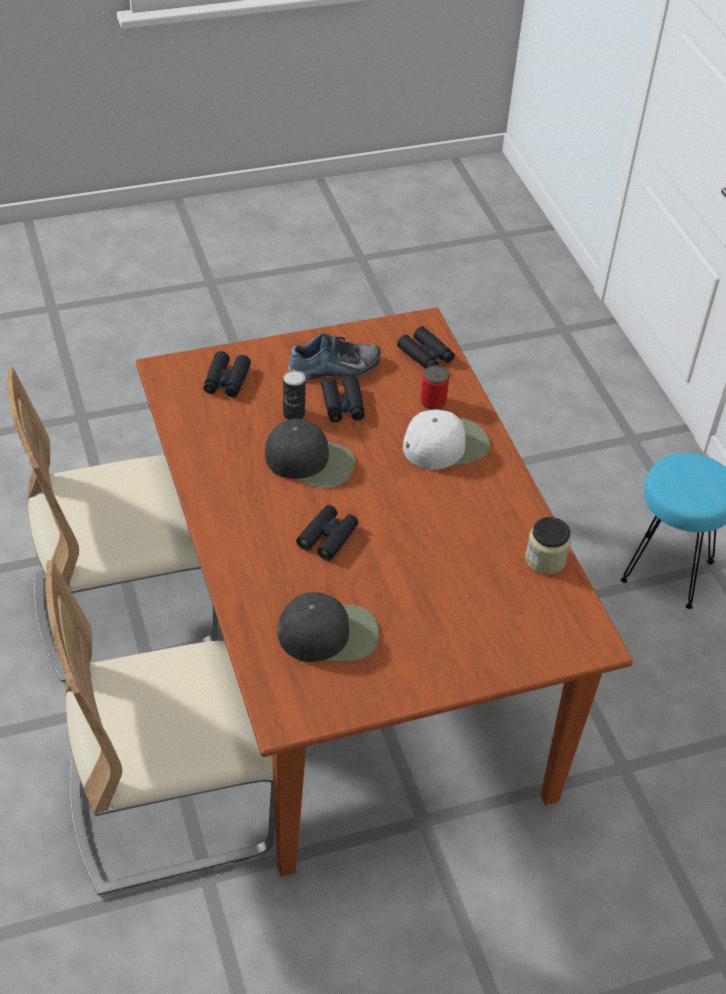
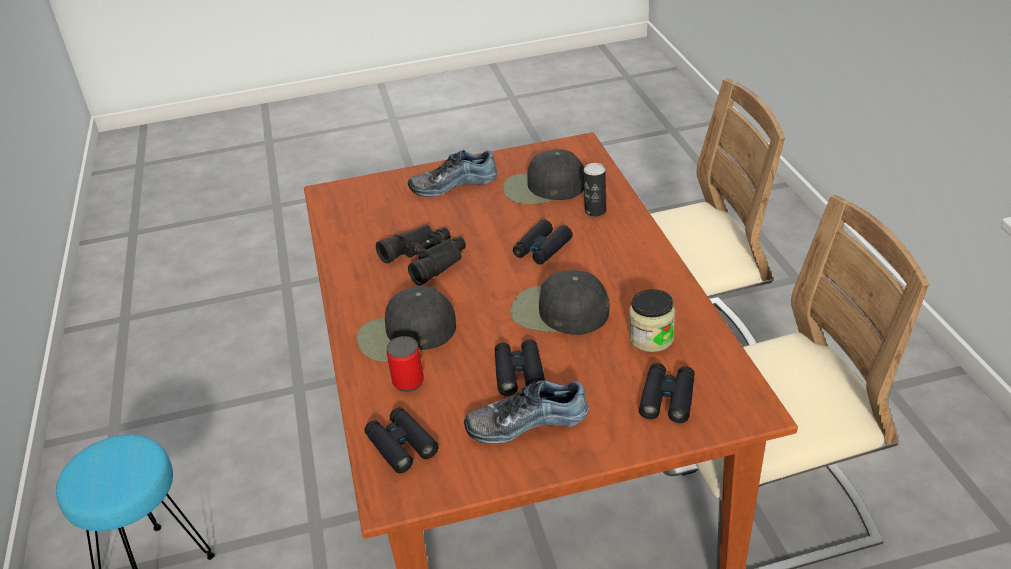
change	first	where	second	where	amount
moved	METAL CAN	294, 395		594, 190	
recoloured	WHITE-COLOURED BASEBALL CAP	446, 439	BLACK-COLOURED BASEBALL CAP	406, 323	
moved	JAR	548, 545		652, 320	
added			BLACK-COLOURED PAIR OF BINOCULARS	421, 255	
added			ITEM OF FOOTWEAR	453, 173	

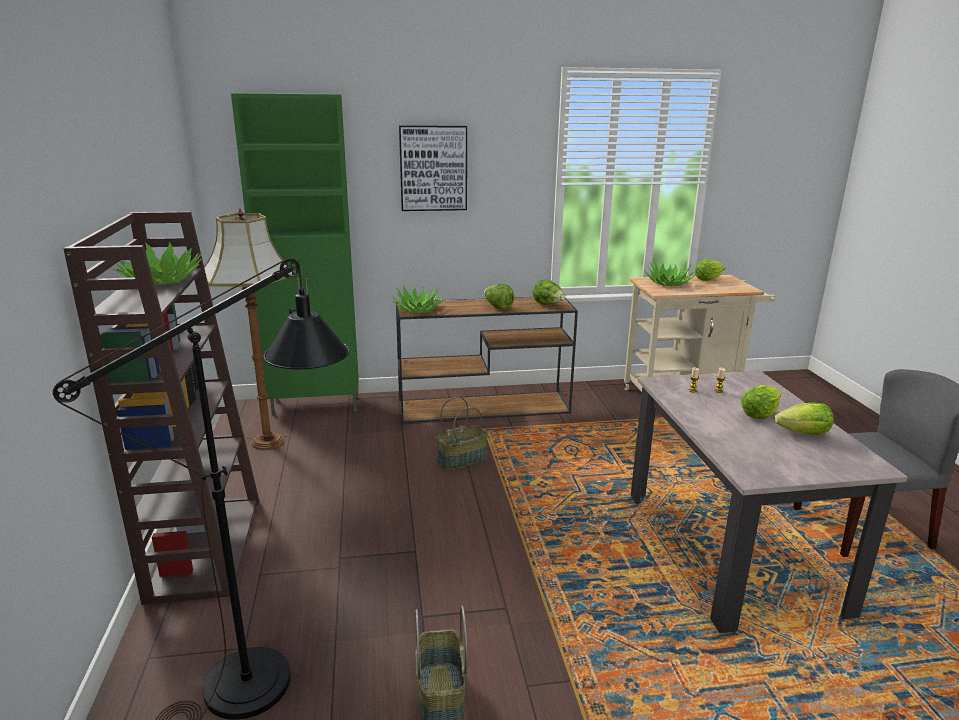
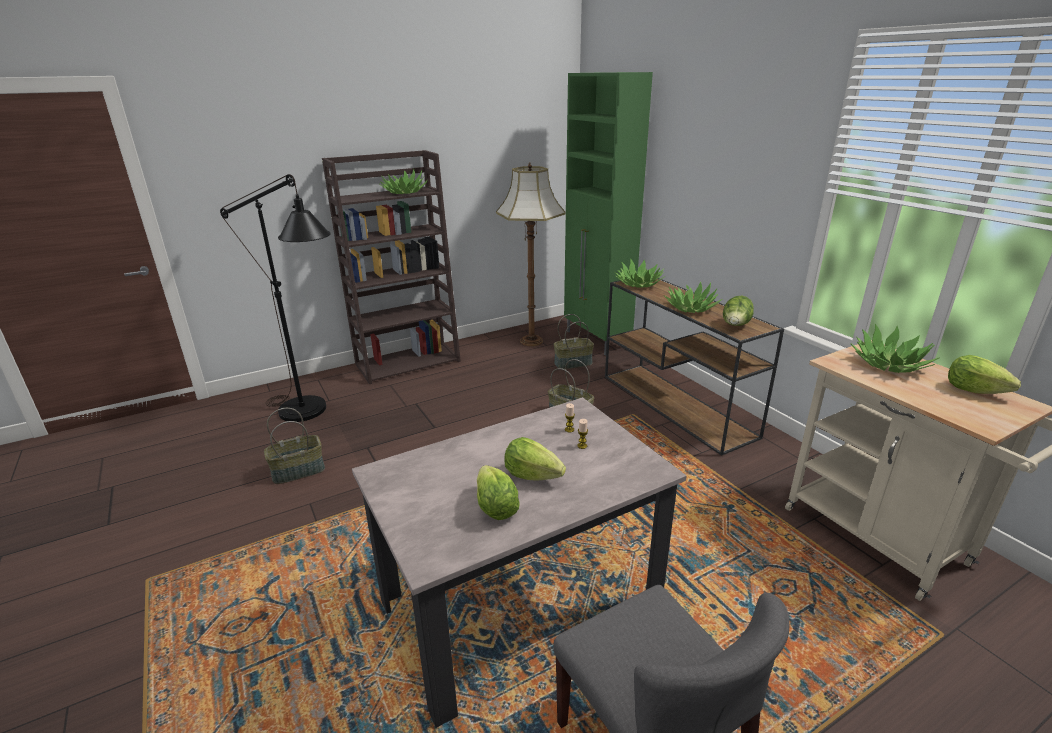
change	first	where	second	where	amount
removed	WALL PICTURE	433, 168			
replaced	LETTUCE HEAD	499, 297	PLANT IN A POT	692, 297	
added			STORAGE BASKET	574, 341	

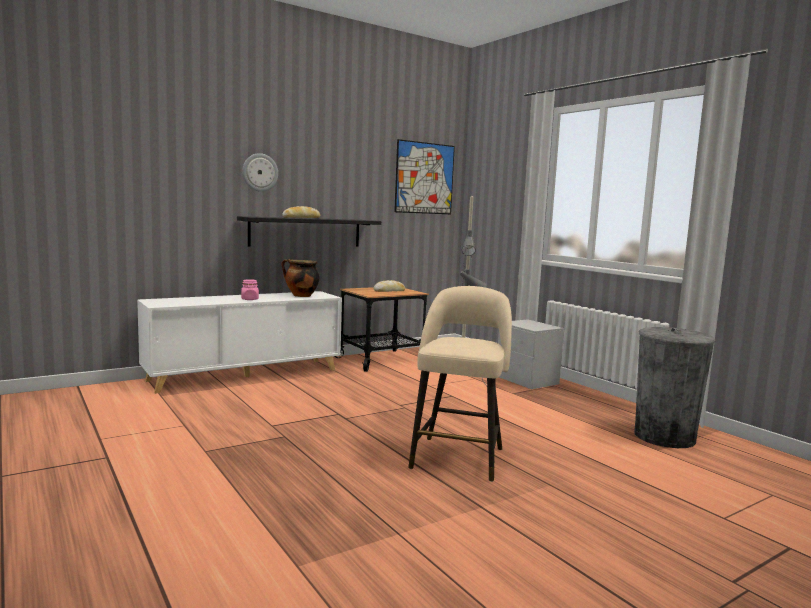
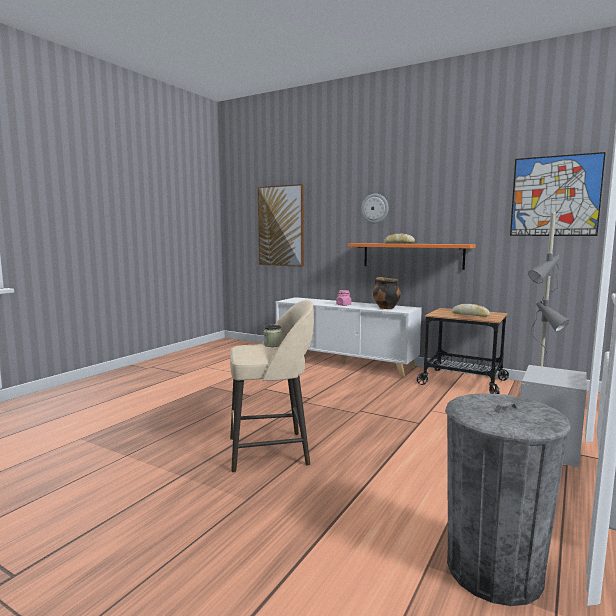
change	first	where	second	where	amount
recoloured	BLACK-COLOURED SHELF	309, 231	ORANGE SHELF	411, 256	
added			WALL PICTURE	281, 225	
added			JAR	273, 336	

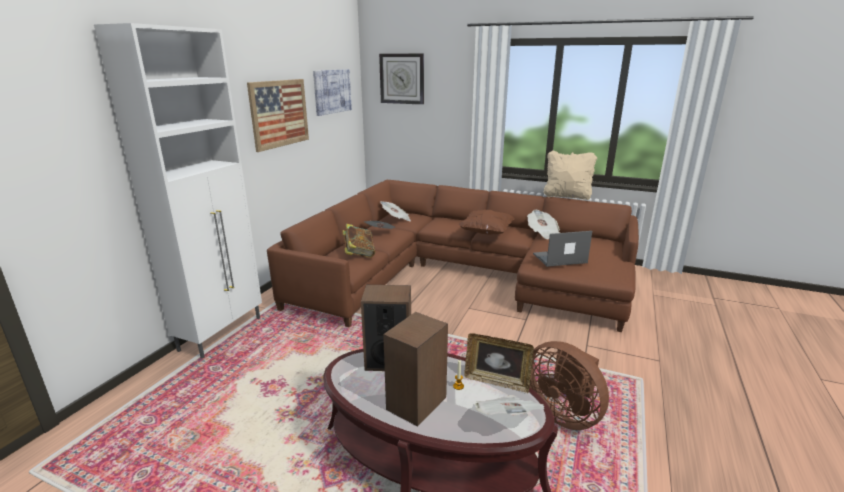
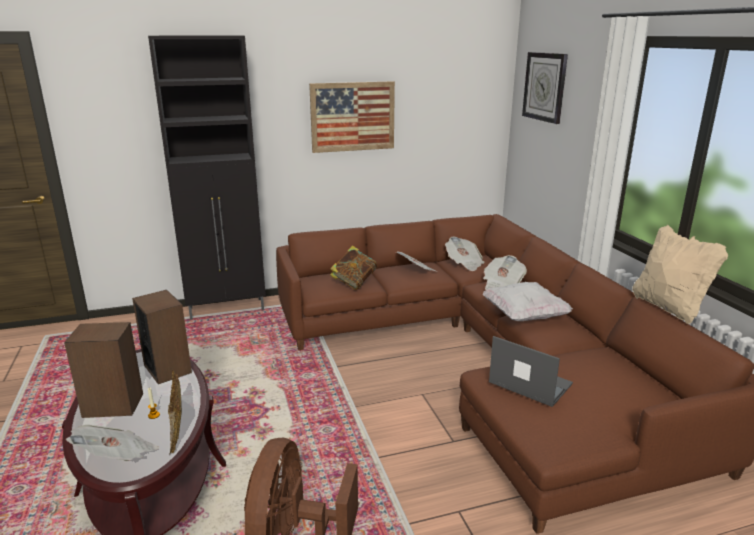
change	first	where	second	where	amount
recoloured	WHITE-COLOURED STORAGE CABINET	178, 191	BLACK-COLOURED STORAGE CABINET	207, 178	
removed	WALL PICTURE	332, 92			
recoloured	BROWN PILLOW	487, 222	WHITE-COLOURED PILLOW	528, 301	
moved	PRINTED PAPER	543, 225		505, 272	

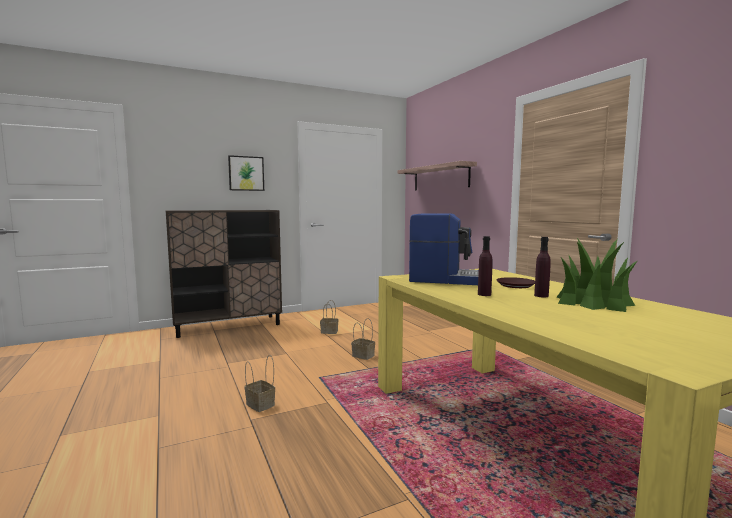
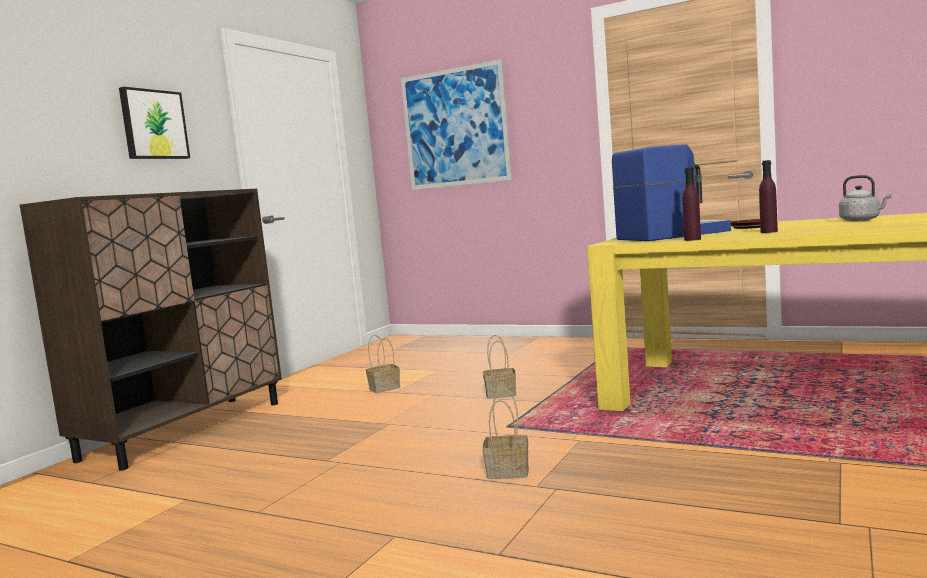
change	first	where	second	where	amount
replaced	SHELF	437, 176	WALL PICTURE	456, 124	
moved	PURPLISH BEVERAGE BOTTLE	542, 267		691, 204	
replaced	PLANT IN A POT	596, 275	GREY KETTLE	865, 198	

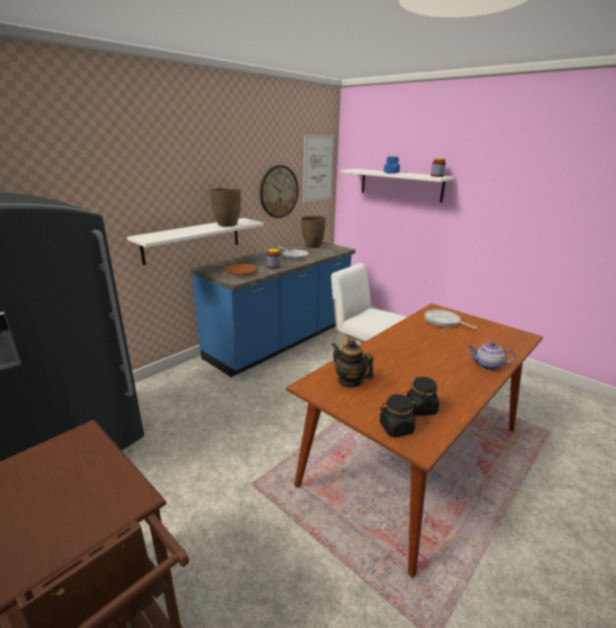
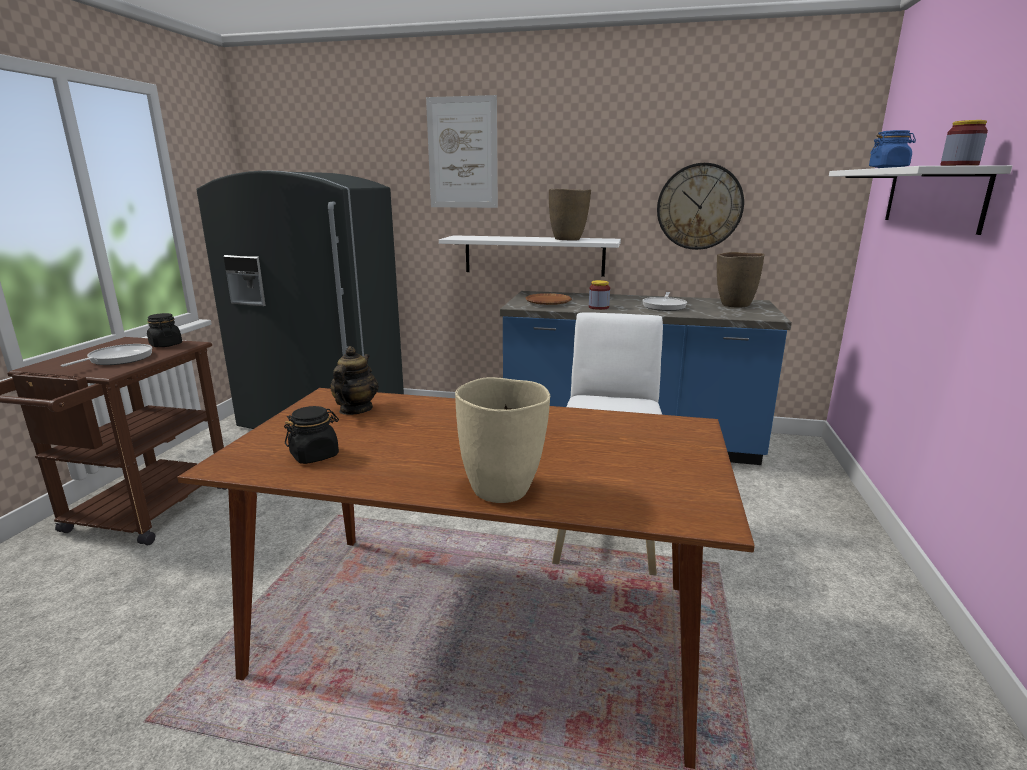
change	first	where	second	where	amount
moved	WALL PICTURE	318, 168		462, 151	
moved	BLACK-COLOURED JAR	398, 415		164, 330	
moved	SKILLET	450, 319		106, 355	
replaced	TEA POT	492, 356	BEIGE-COLOURED DECORATIVE VASE	502, 440	

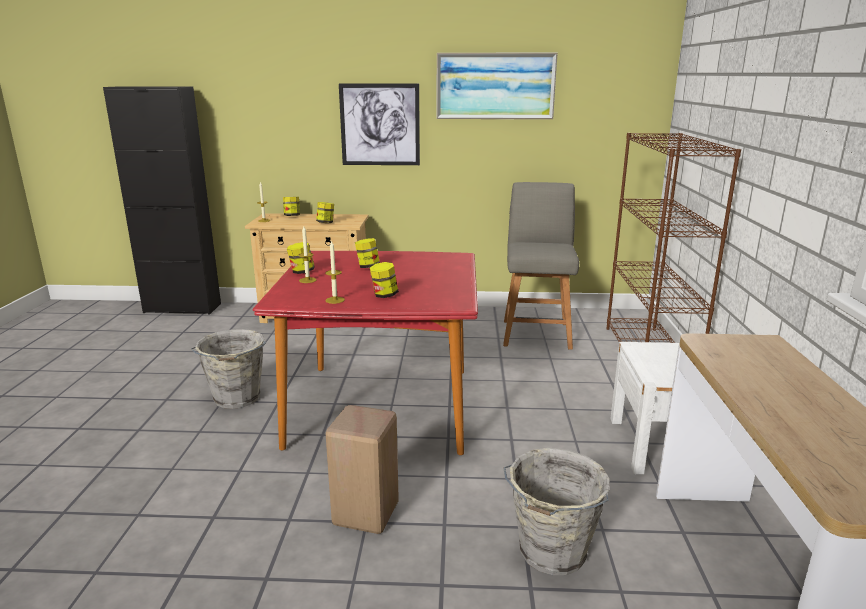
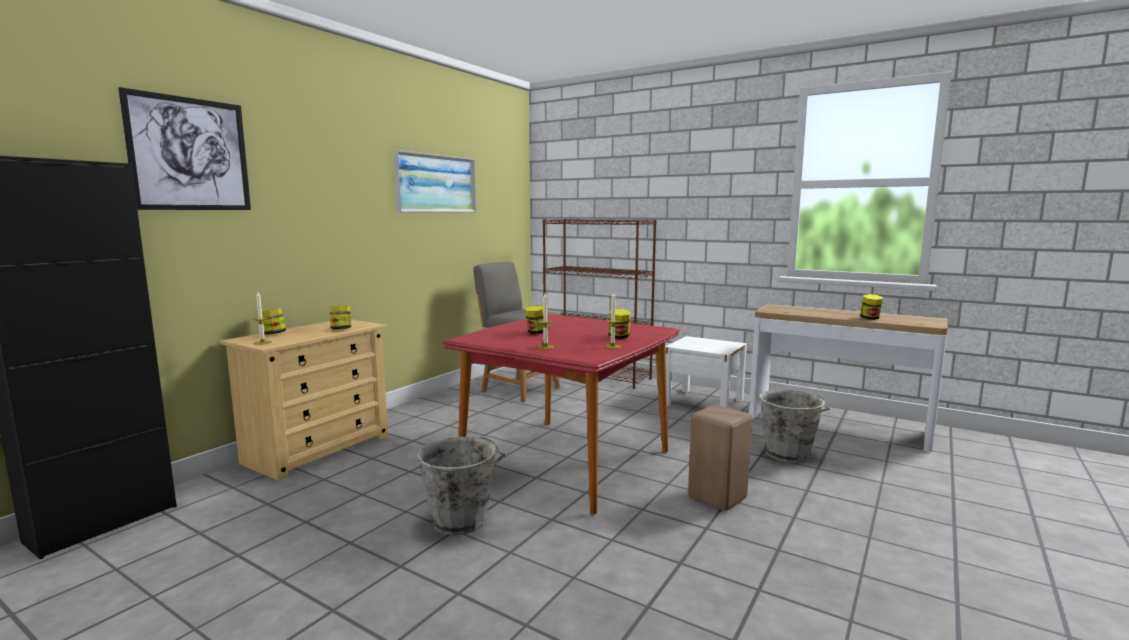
change	first	where	second	where	amount
moved	JAR	301, 258		871, 307	
moved	WALL PICTURE	379, 124		184, 148	

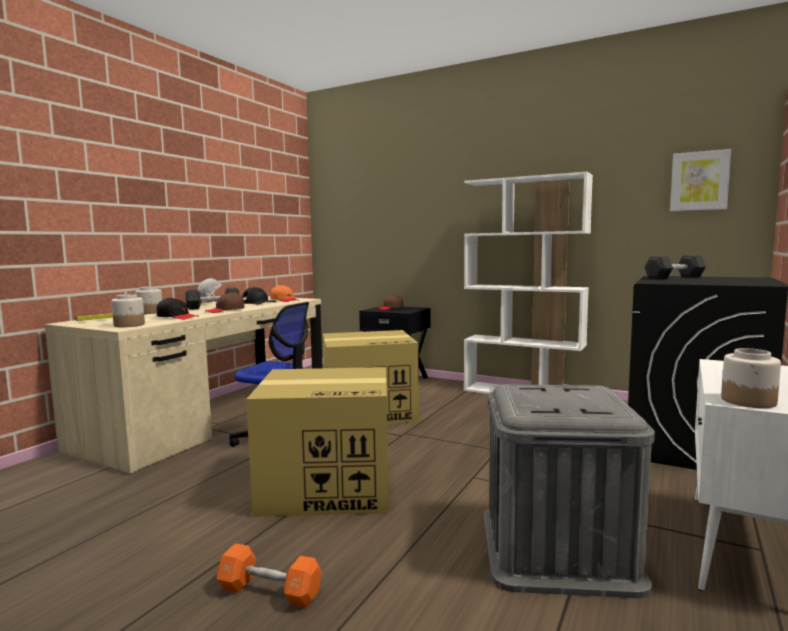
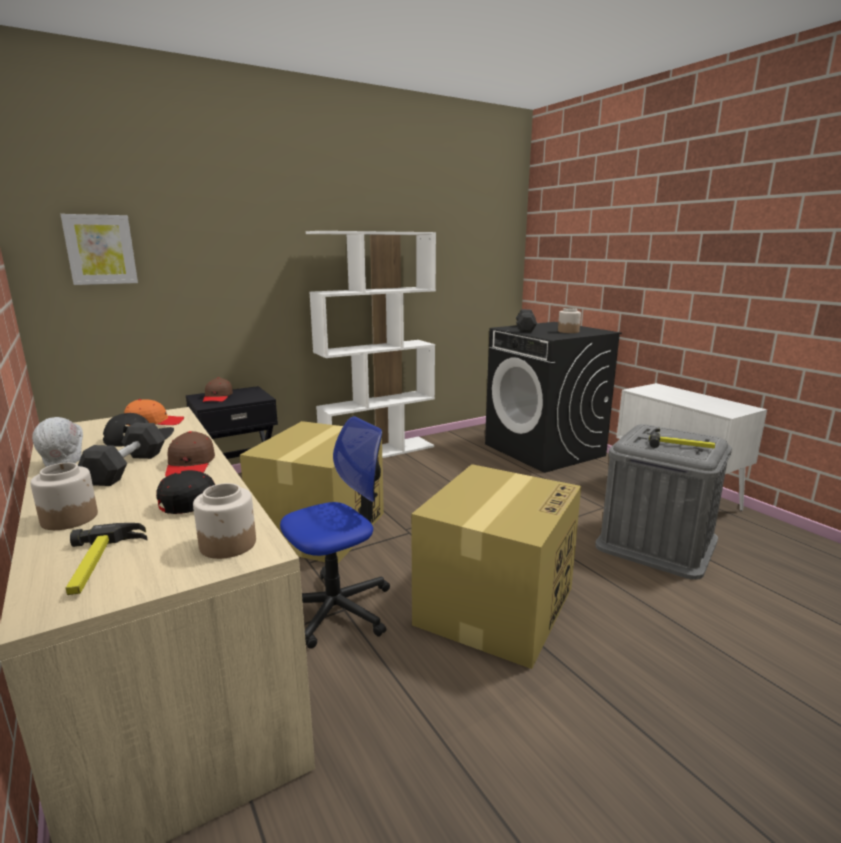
change	first	where	second	where	amount
removed	ORANGE FREE WEIGHT	269, 575			
moved	WALL PICTURE	700, 180		99, 249	
moved	JAR	751, 378		569, 320	
added			HAND HAMMER	682, 438	

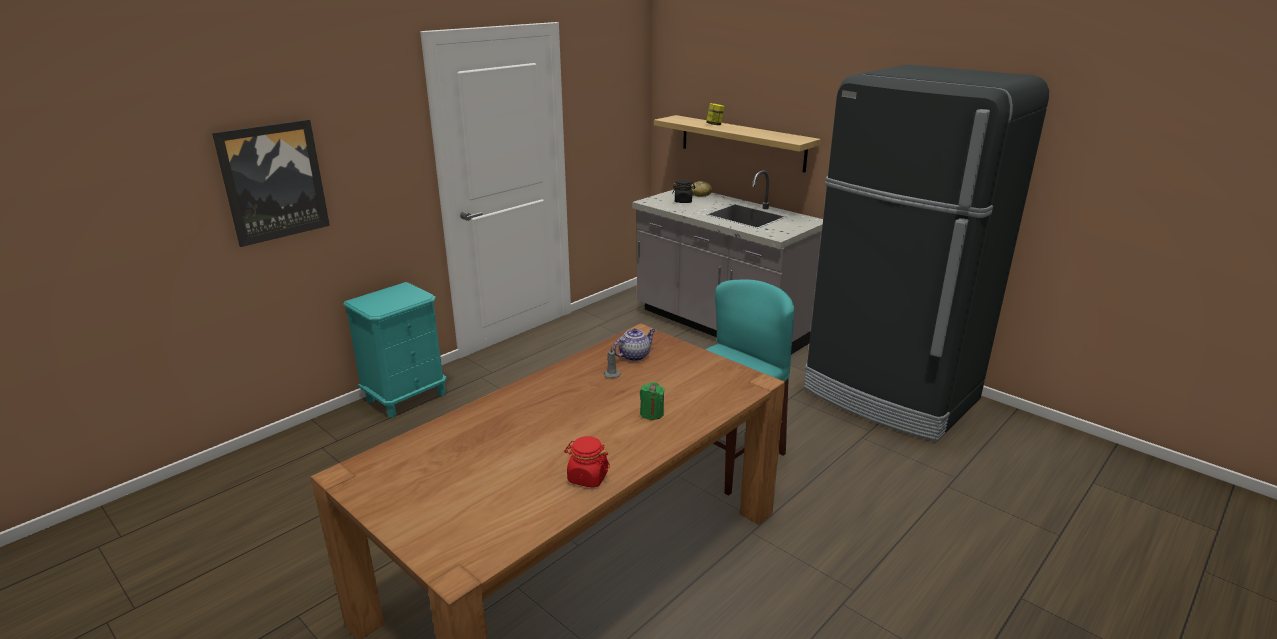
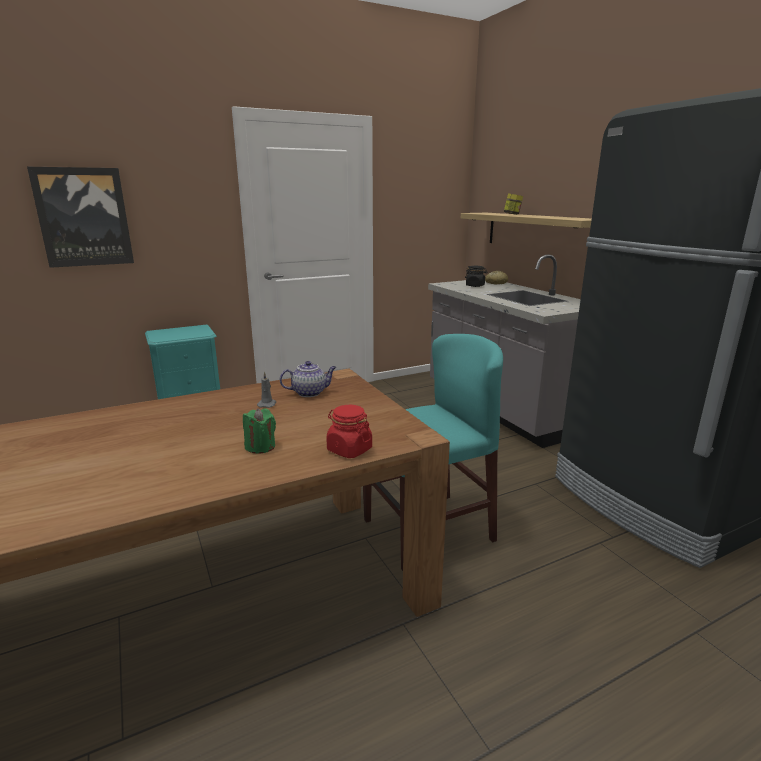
change	first	where	second	where	amount
moved	RED-COLOURED JAR	587, 462		349, 431	

